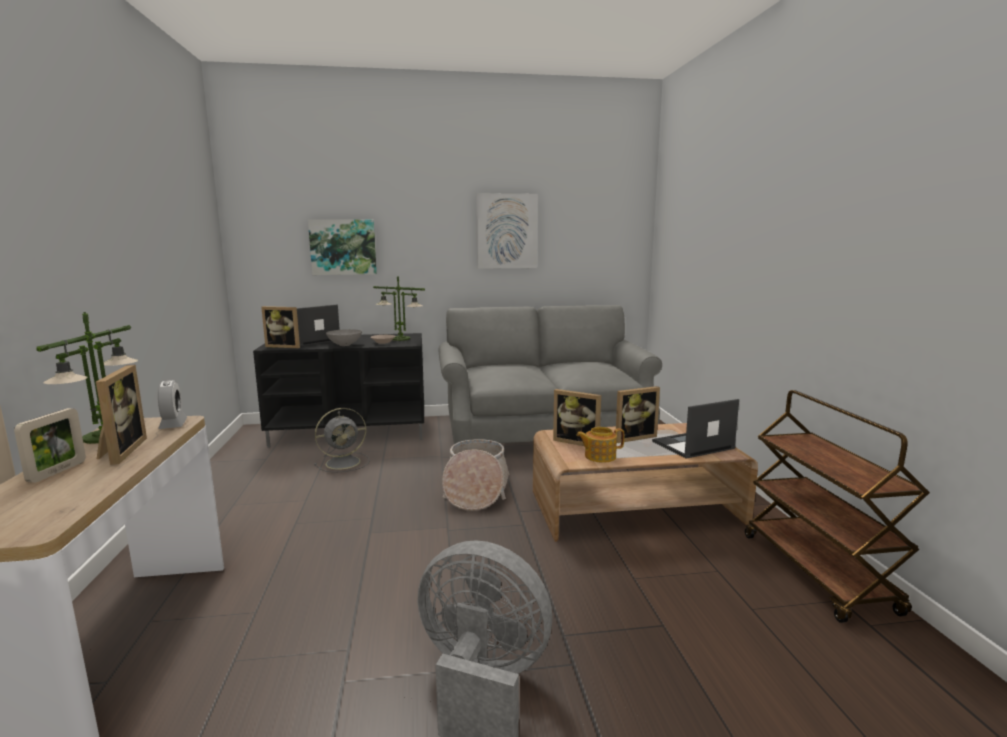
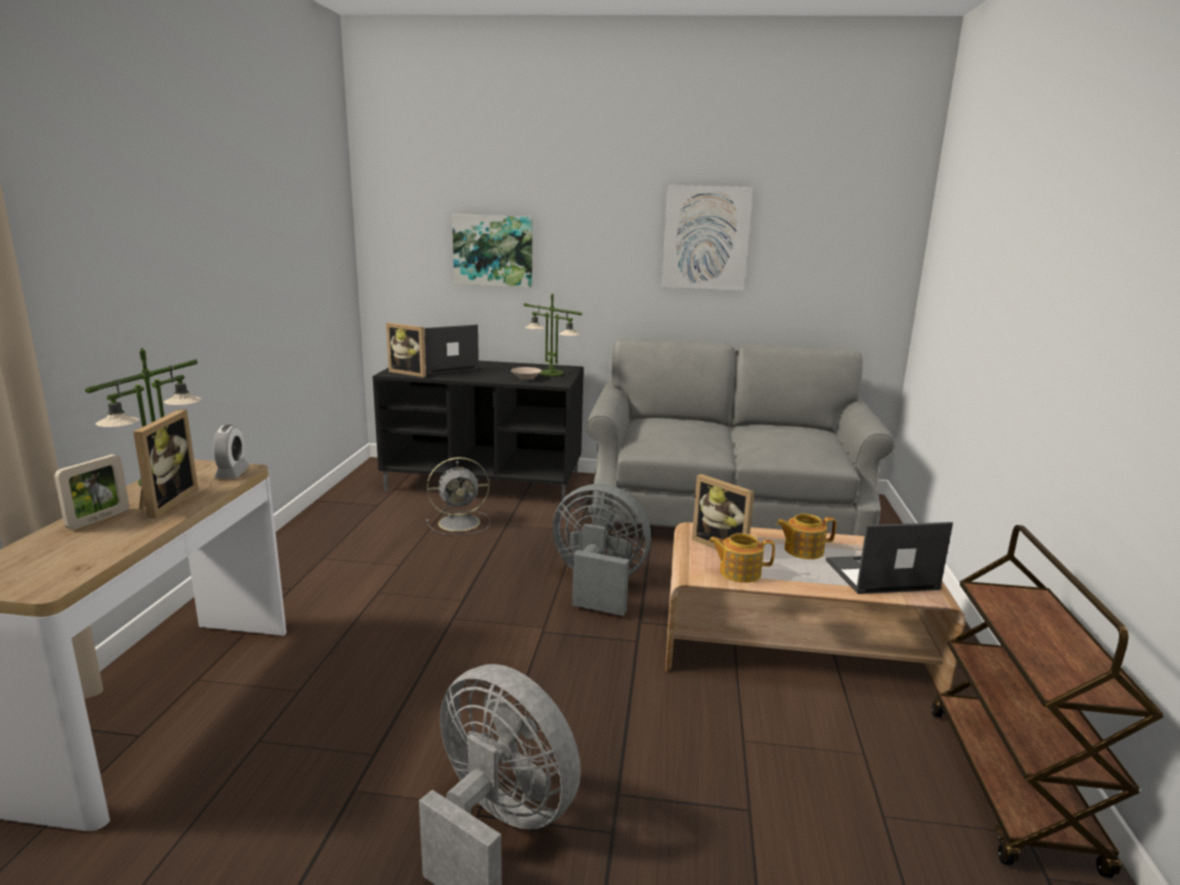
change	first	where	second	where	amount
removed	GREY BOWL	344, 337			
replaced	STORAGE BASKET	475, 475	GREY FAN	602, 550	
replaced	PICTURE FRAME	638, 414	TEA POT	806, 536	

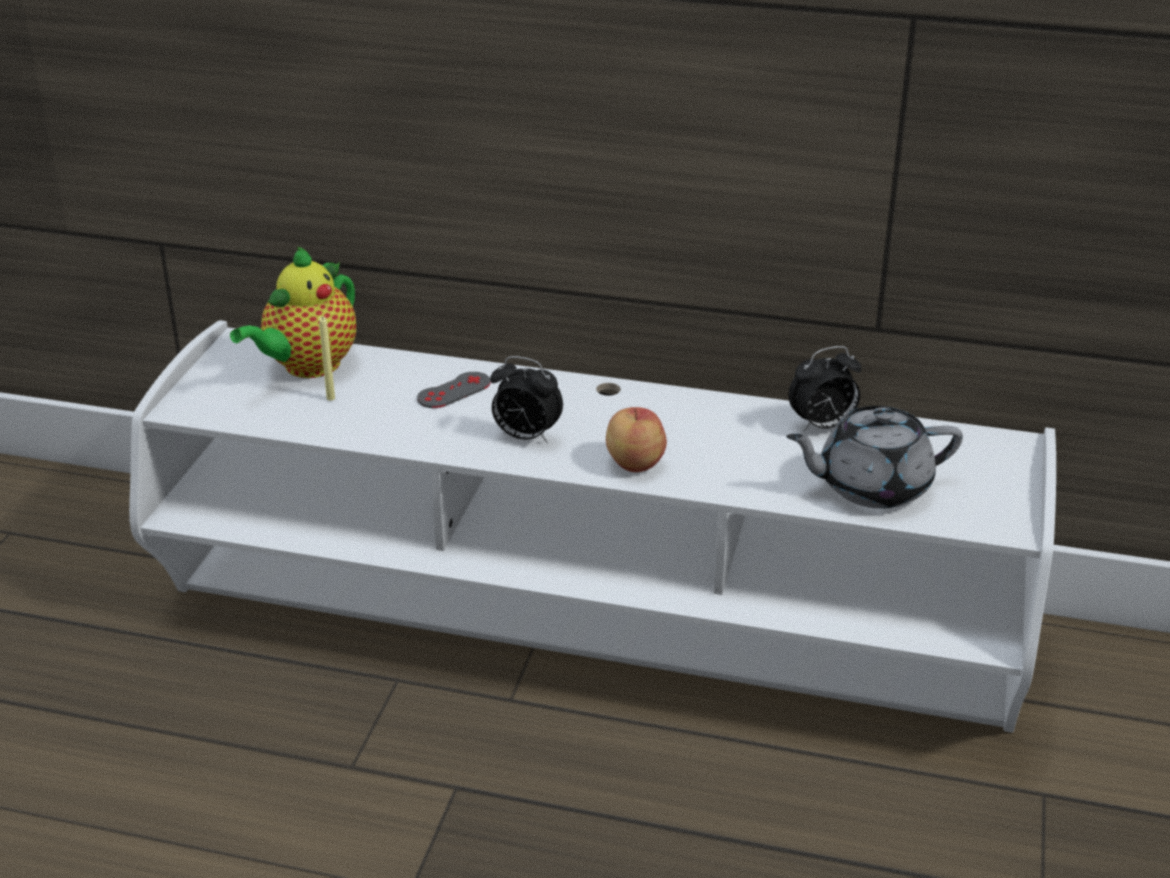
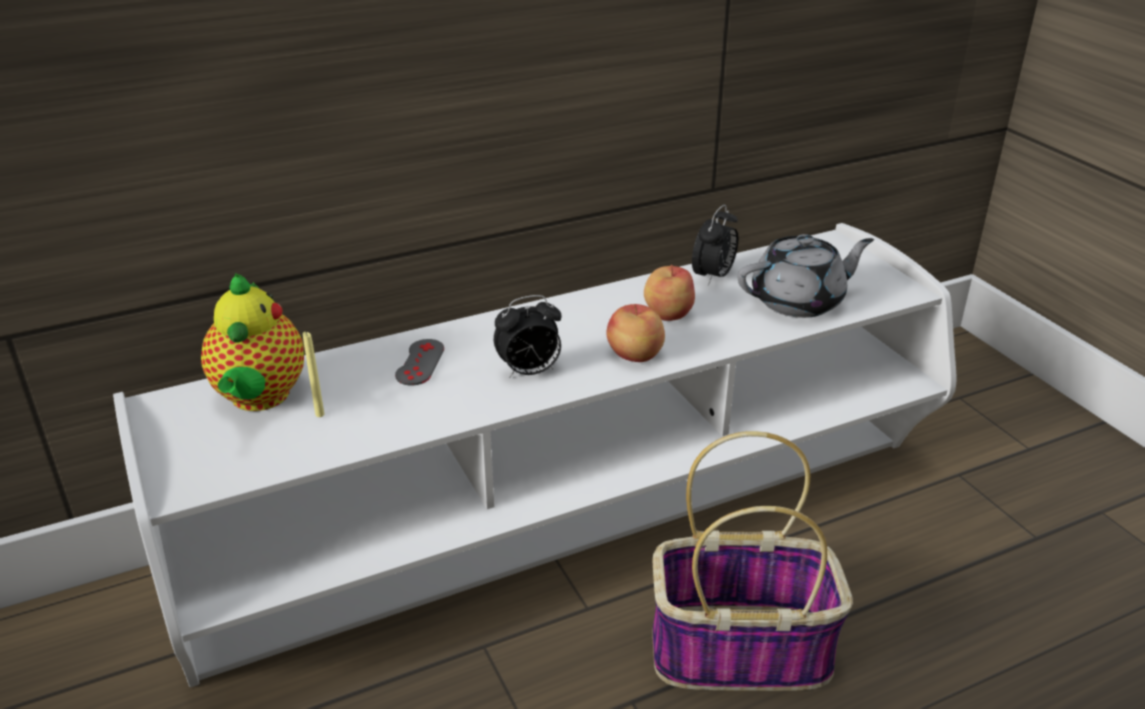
change	first	where	second	where	amount
turned	GREY TEA POT	874, 457		806, 276	150 degrees counterclockwise
added			WHOLE APPLE	669, 293	
added			STORAGE BASKET	752, 561	

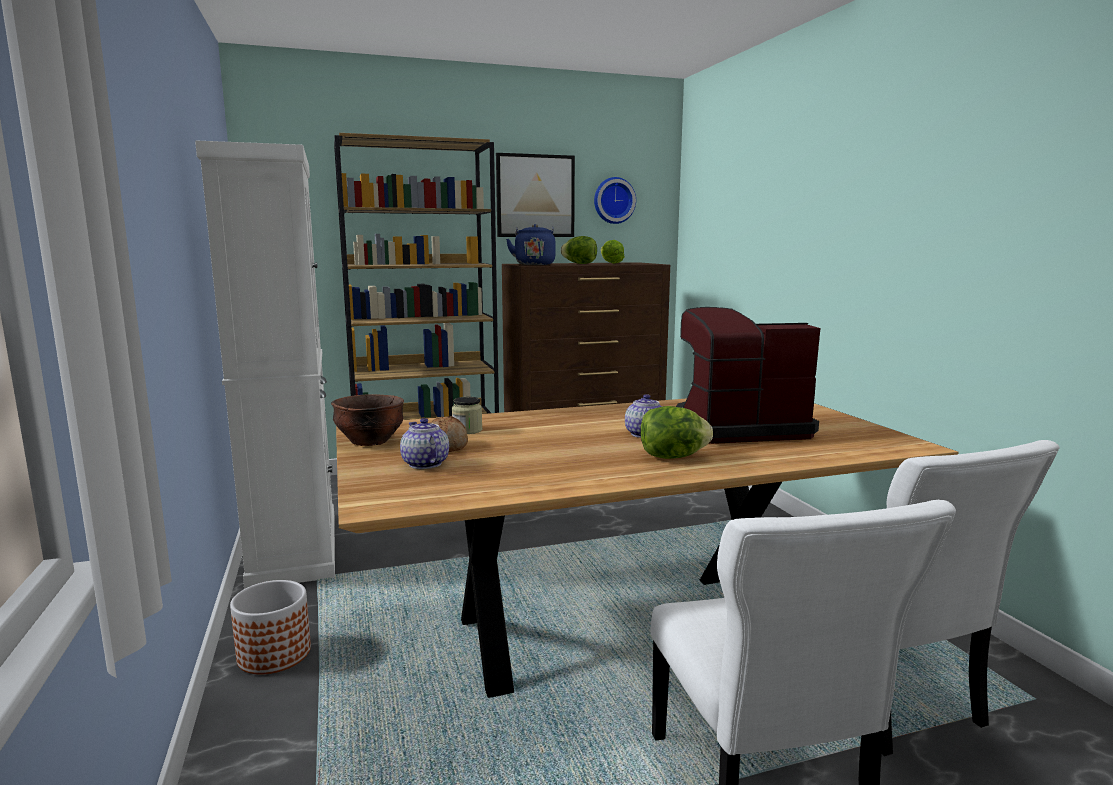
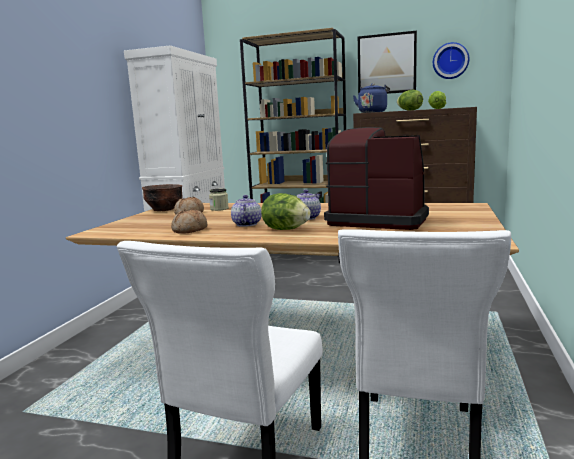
change	first	where	second	where	amount
removed	PLANTER	270, 627			
moved	TEA POT	424, 443		246, 211	
added			BREAD	189, 222	

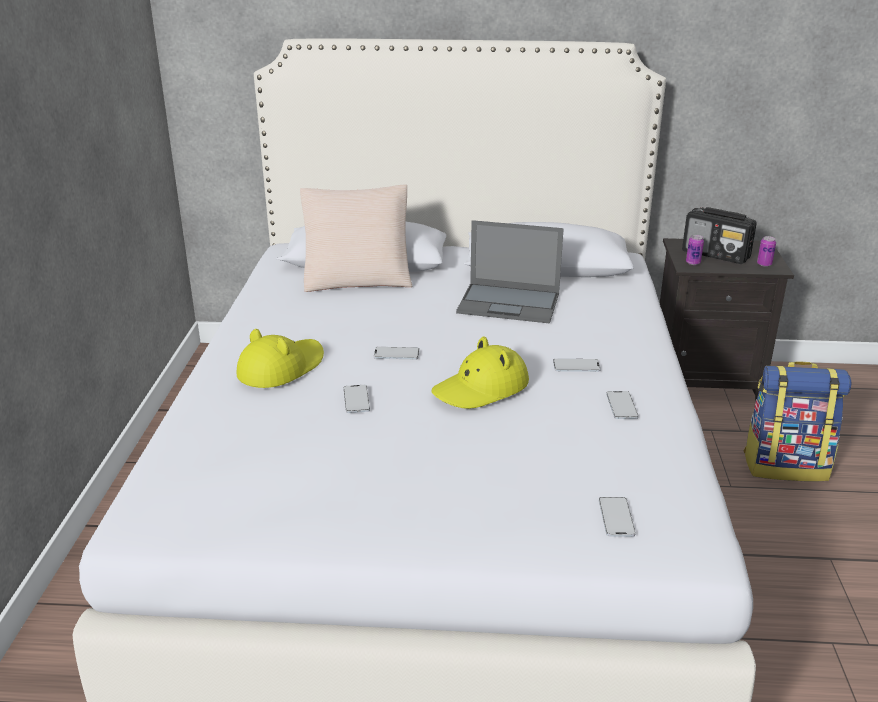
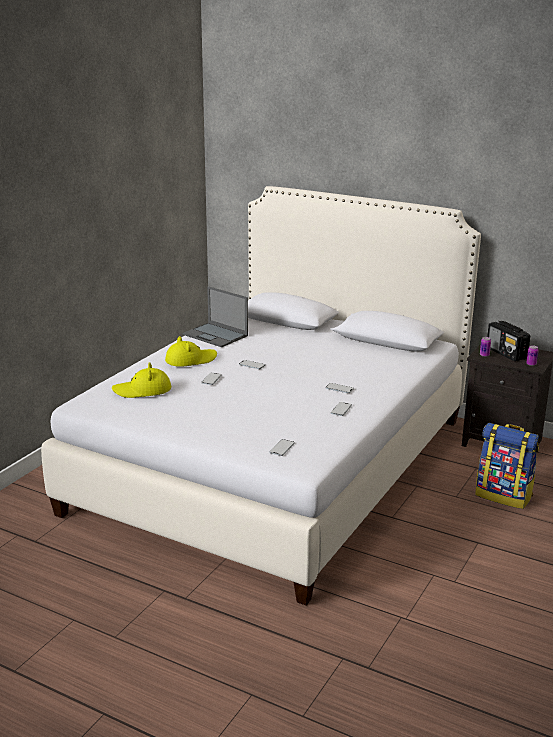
change	first	where	second	where	amount
removed	BEIGE-COLOURED PILLOW	356, 238			
moved	YELLOWISH HAT	480, 373		141, 380	
moved	LAPTOP	510, 272		215, 316	

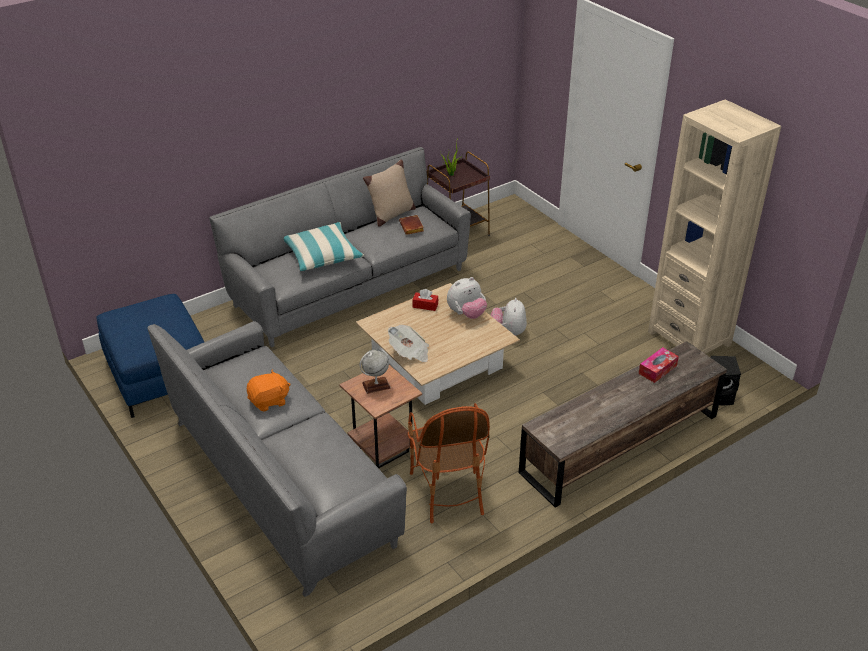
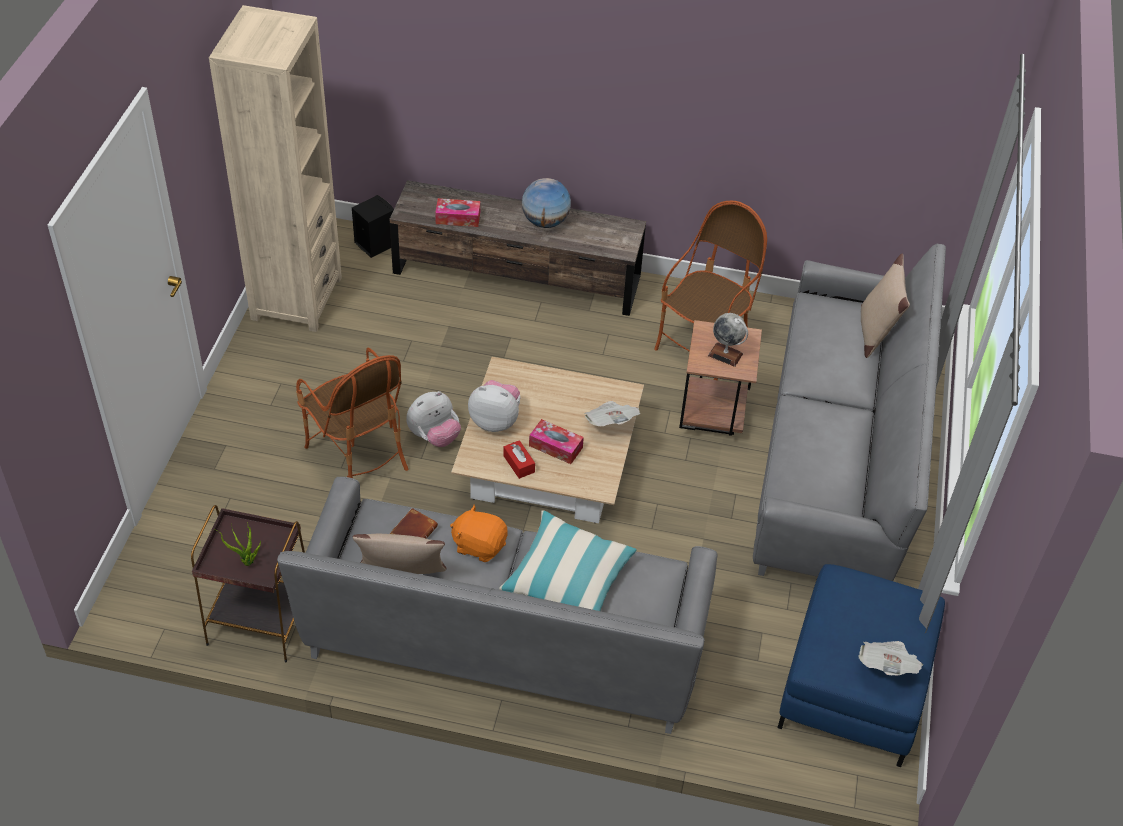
change	first	where	second	where	amount
moved	ORANGE PLUSH TOY	269, 390		479, 533	
added			ARMCHAIR	352, 413	
added			WORLD GLOBE	546, 203	
added			TISSUE HOLDER	556, 441	
added			PRINTED PAPER	890, 658	
added			BEIGE-COLOURED PILLOW	885, 306	

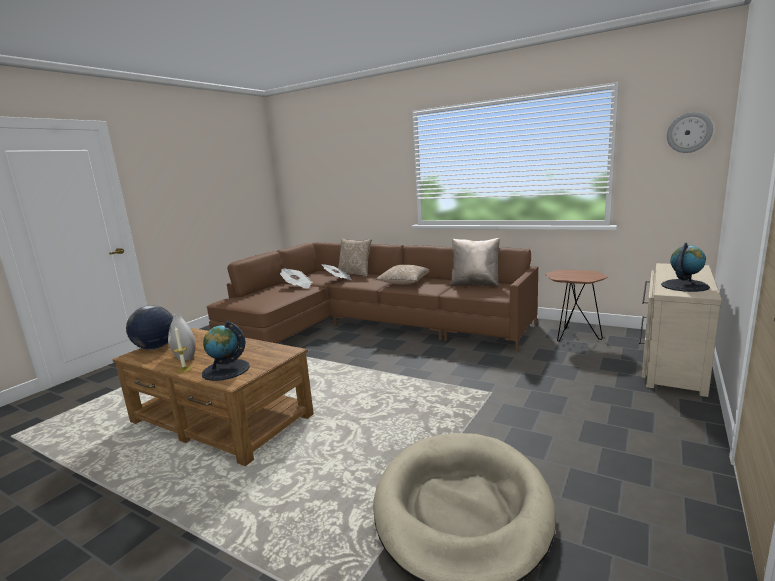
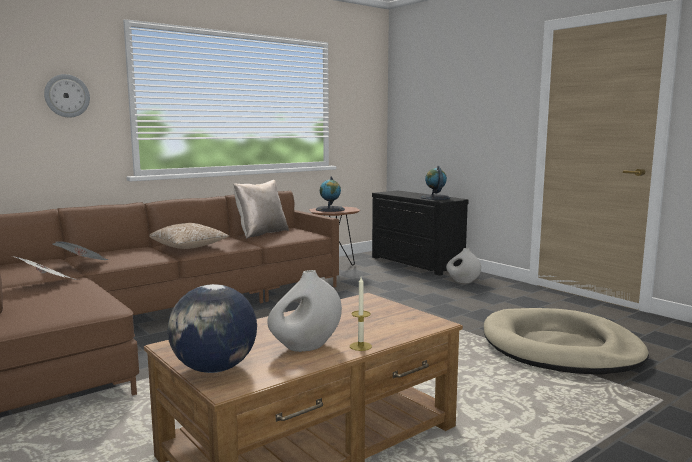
change	first	where	second	where	amount
moved	WORLD GLOBE	226, 351		330, 194	
removed	PILLOW	355, 257			
recoloured	BEIGE-COLOURED CHEST OF DRAWERS	680, 330	BLACK-COLOURED CHEST OF DRAWERS	420, 233	
moved	CLOCK ON THE WALL	690, 132		67, 96	
added			WHITE-COLOURED DECORATIVE VASE	463, 265	

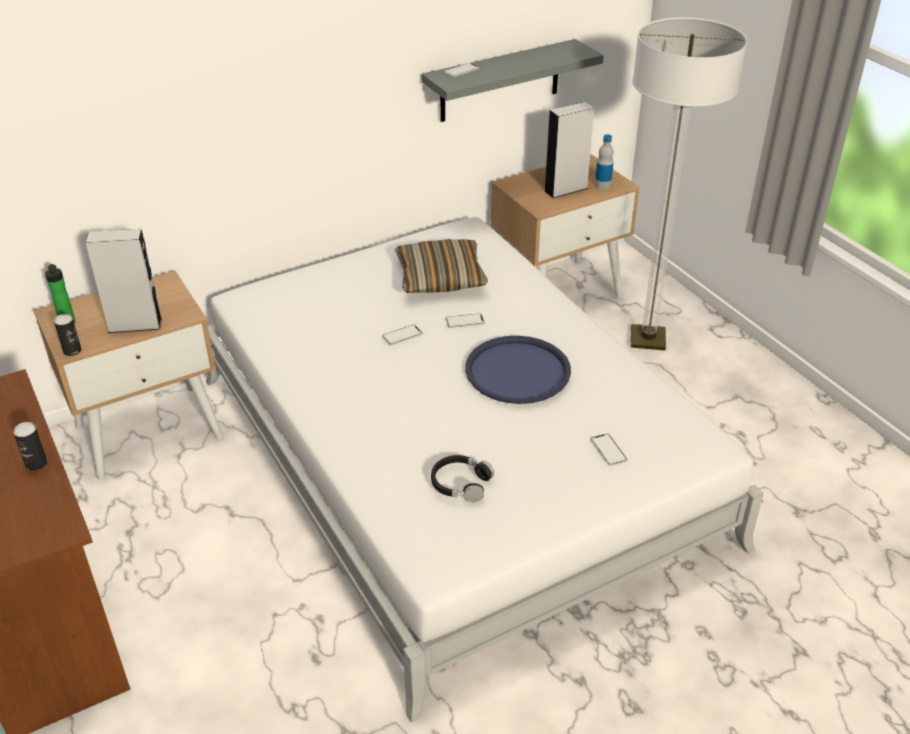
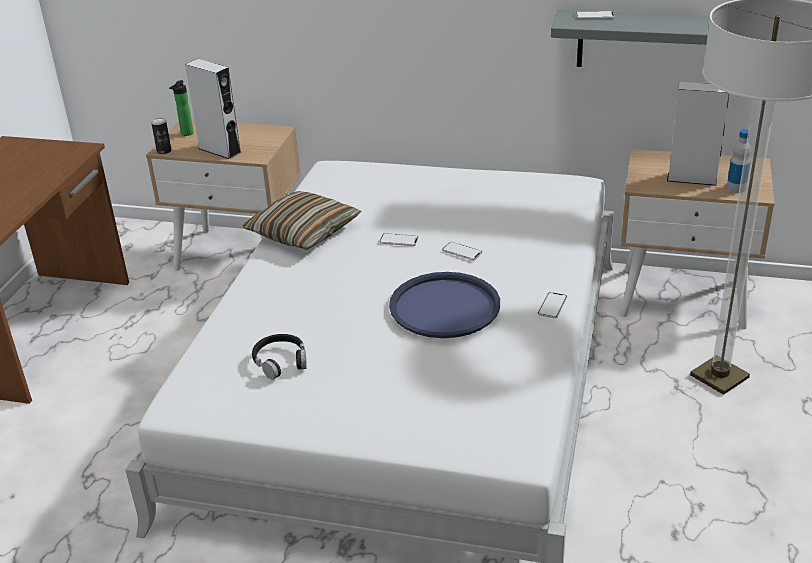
change	first	where	second	where	amount
removed	METAL CAN	30, 446			
moved	PILLOW	441, 266		302, 220	
moved	PHONE	609, 450		553, 305	

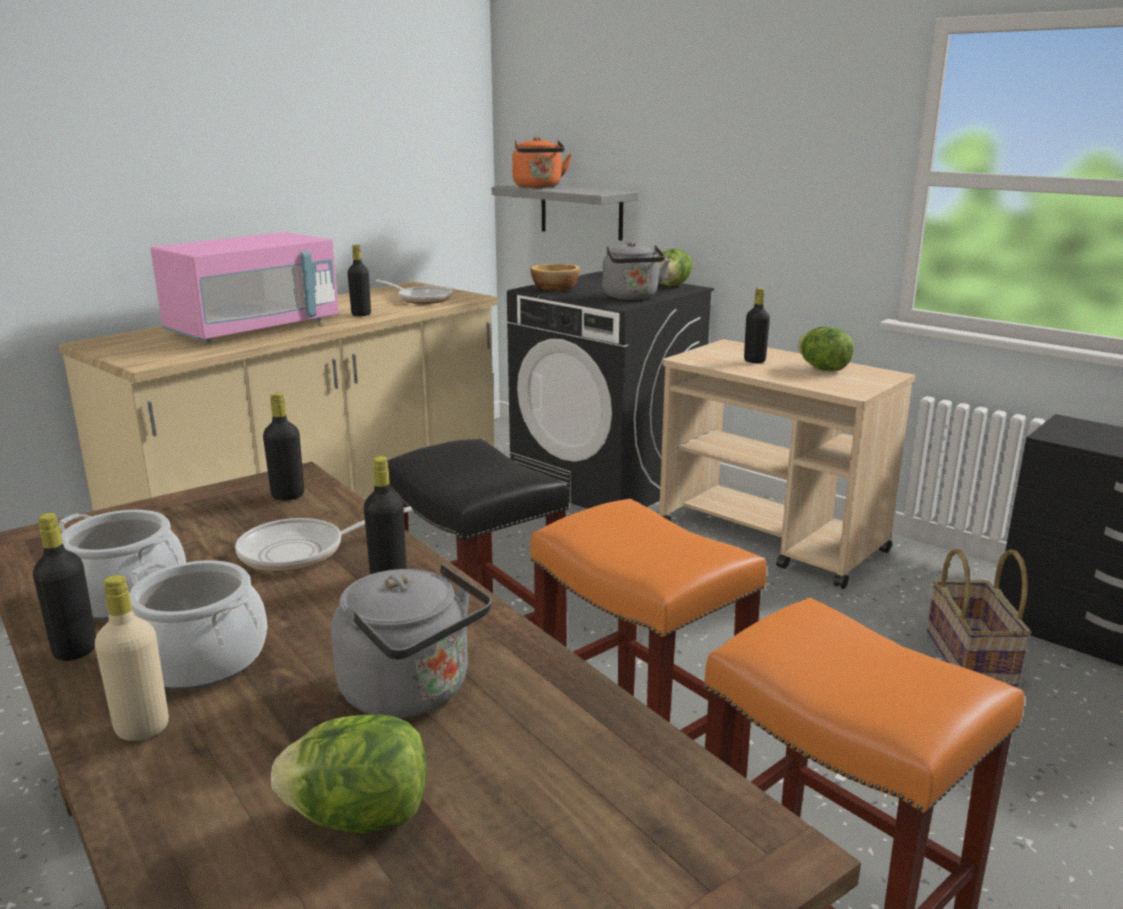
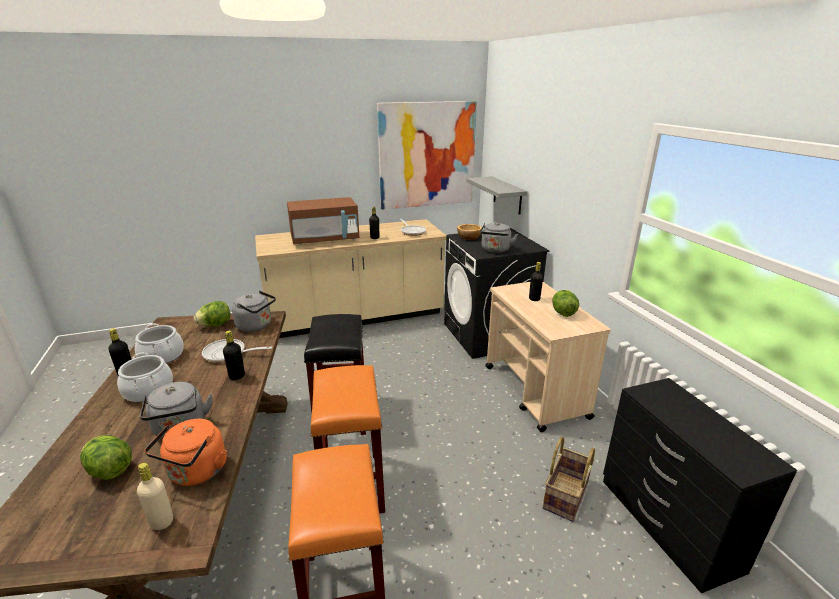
change	first	where	second	where	amount
moved	BEIGE-COLOURED BEVERAGE BOTTLE	132, 658		155, 496	
recoloured	PINKISH KITCHEN MICROWAVE	245, 287	BROWN KITCHEN MICROWAVE	323, 221	
replaced	BLACK-COLOURED BEVERAGE BOTTLE	283, 446	GREY KETTLE	254, 311	
moved	ORANGE KETTLE	542, 162		185, 452	
moved	LETTUCE HEAD	675, 267		212, 314	
added			WALL PICTURE	427, 155	

